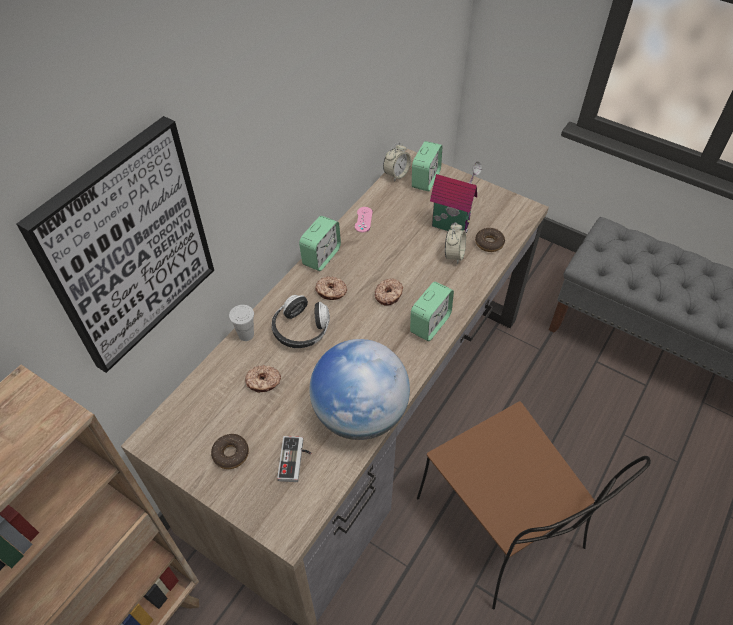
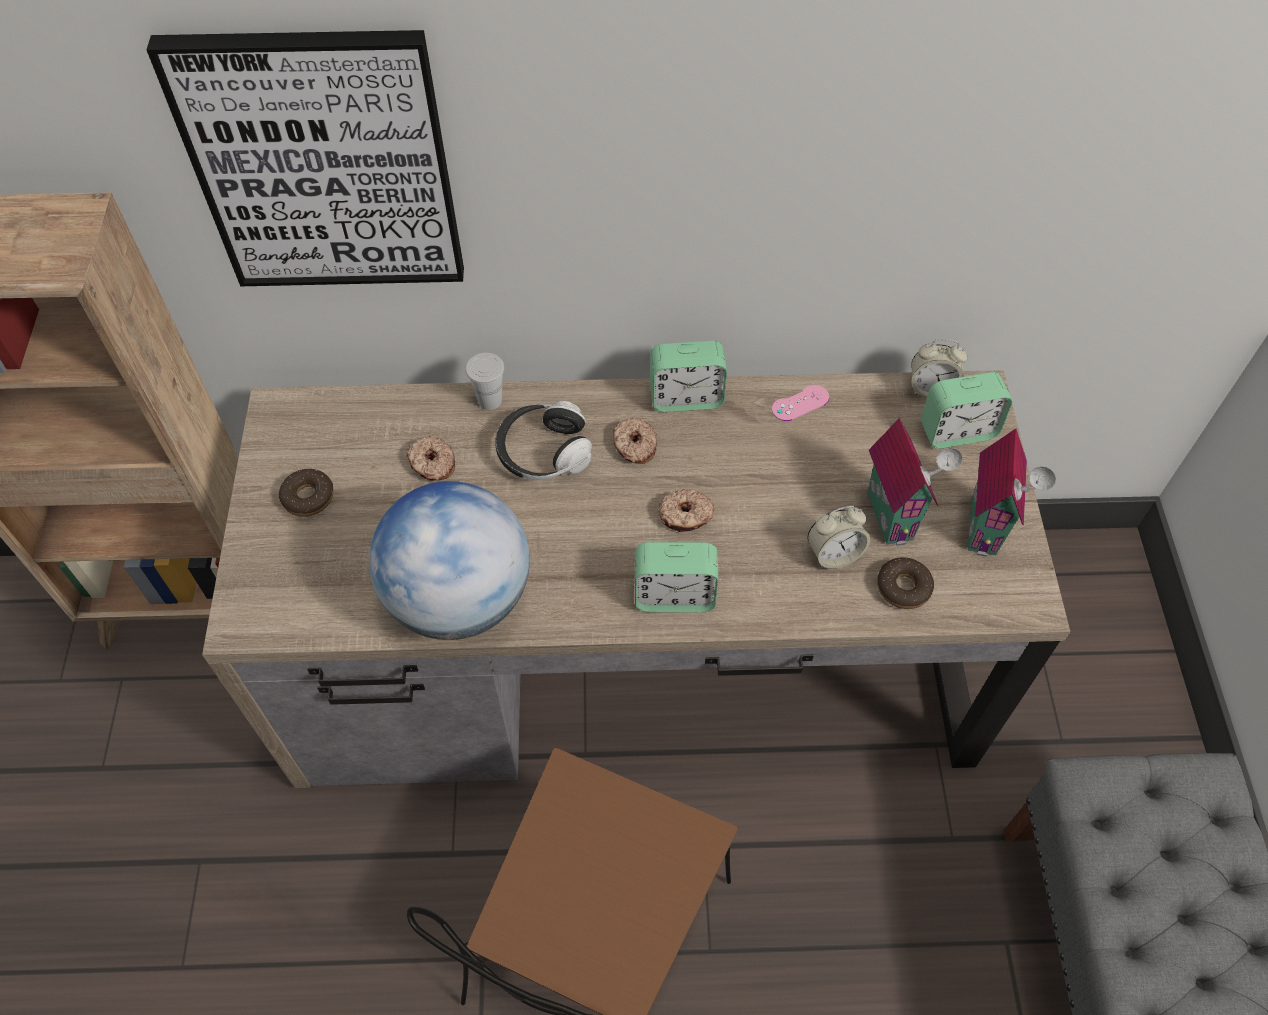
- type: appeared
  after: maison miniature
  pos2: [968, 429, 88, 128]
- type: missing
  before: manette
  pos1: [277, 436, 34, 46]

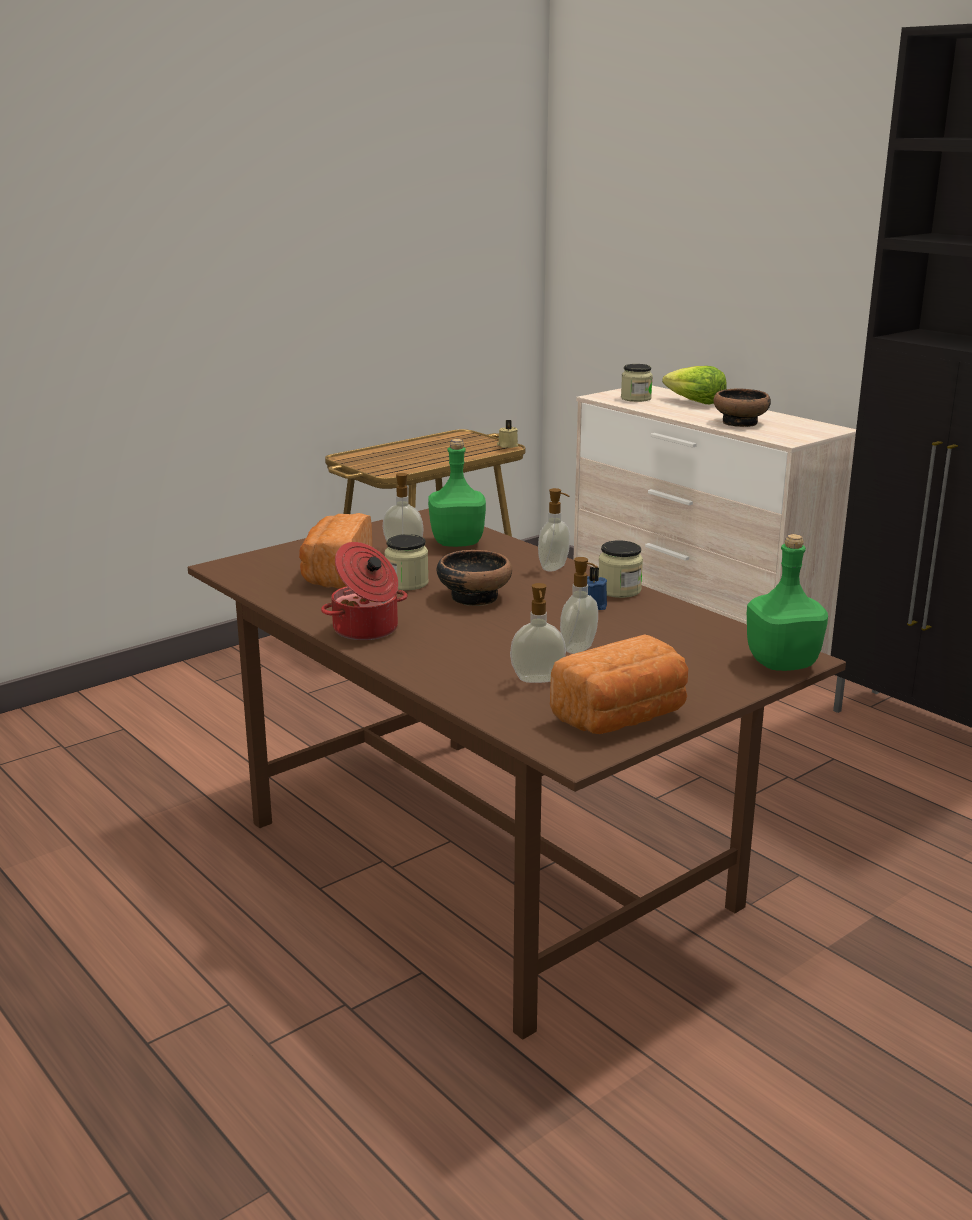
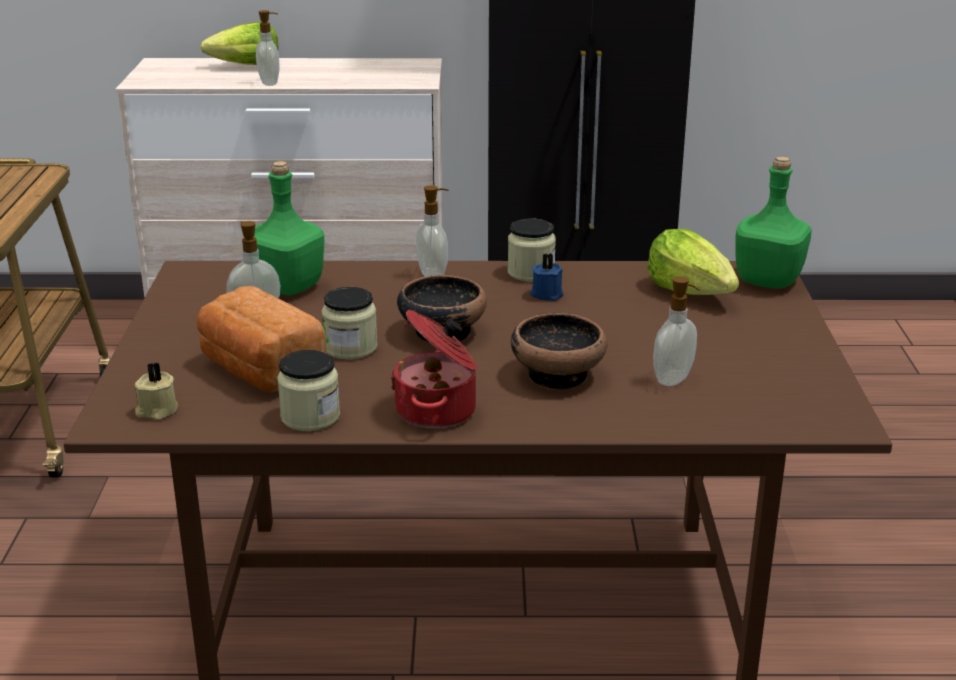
- type: relocated
  before: bougie [beige]
  pos1: [497, 420, 21, 28]
  pos2: [135, 362, 43, 58]
- type: relocated
  before: distributeur de savon
  pos1: [560, 557, 38, 97]
  pos2: [256, 10, 23, 76]
- type: relocated
  before: bocal
  pos1: [621, 364, 32, 38]
  pos2: [277, 350, 63, 81]
- type: relocated
  before: bol
  pos1: [713, 389, 58, 38]
  pos2: [511, 313, 96, 77]
- type: appeared
  after: laitue
  pos2: [647, 228, 92, 67]
- type: missing
  before: pain
  pos1: [550, 634, 138, 100]

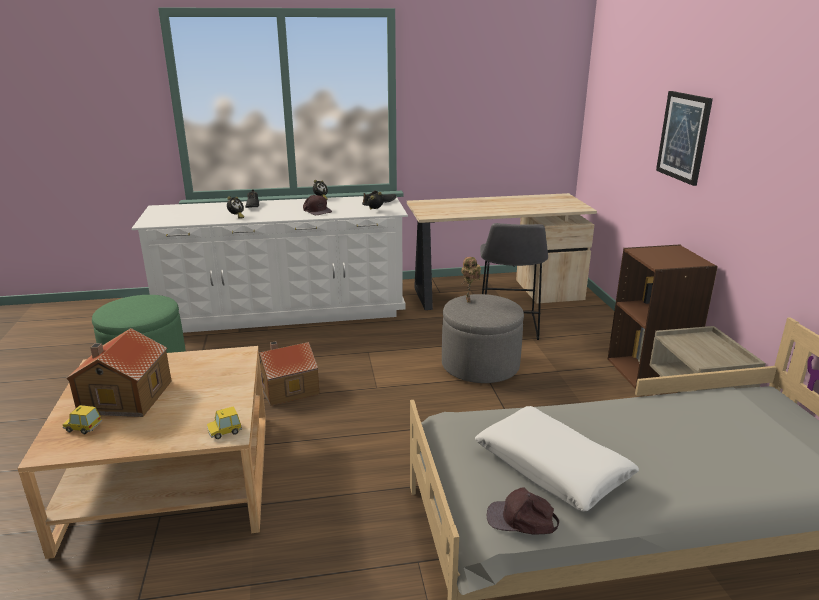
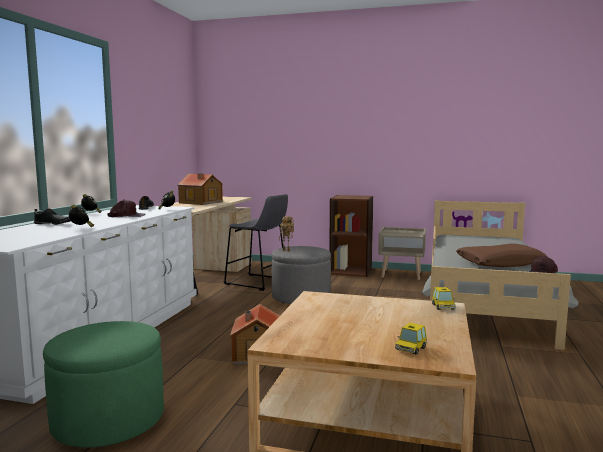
- type: relocated
  before: maison miniature
  pos1: [66, 328, 106, 89]
  pos2: [178, 173, 45, 32]
- type: colour
  before: coussin [blanc]
  after: coussin [marron]
  pos1: [475, 406, 164, 106]
  pos2: [456, 243, 91, 24]
- type: missing
  before: tableau
  pos1: [656, 91, 57, 95]

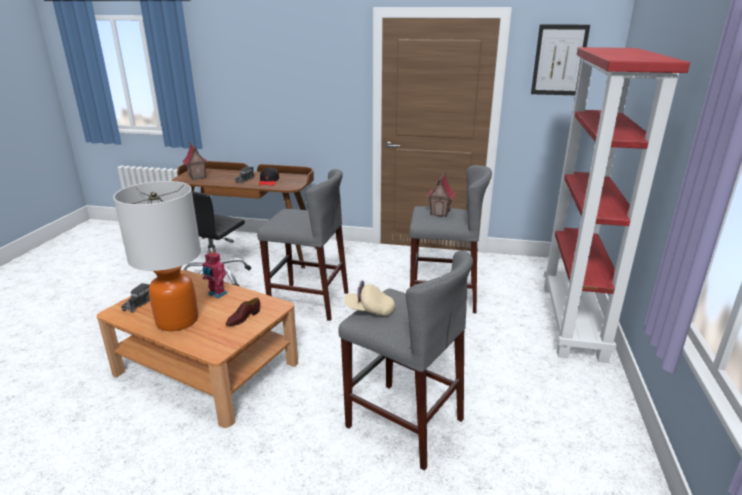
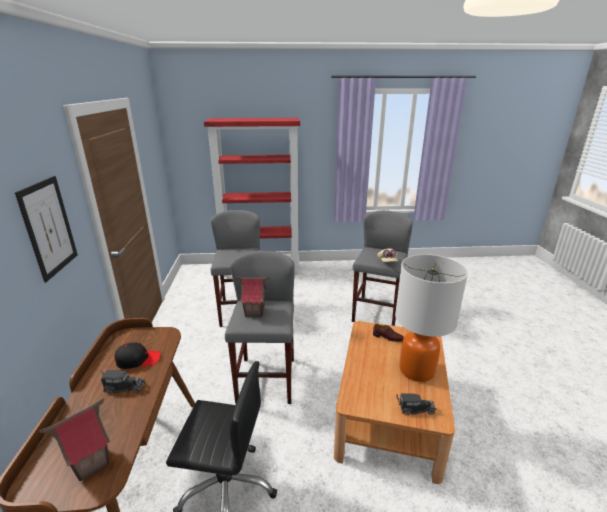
- type: relocated
  before: tableau
  pos1: [531, 24, 59, 71]
  pos2: [15, 176, 63, 106]
- type: relocated
  before: maison miniature
  pos1: [426, 171, 30, 46]
  pos2: [236, 276, 33, 41]
- type: missing
  before: robot jouet
  pos1: [202, 252, 25, 46]

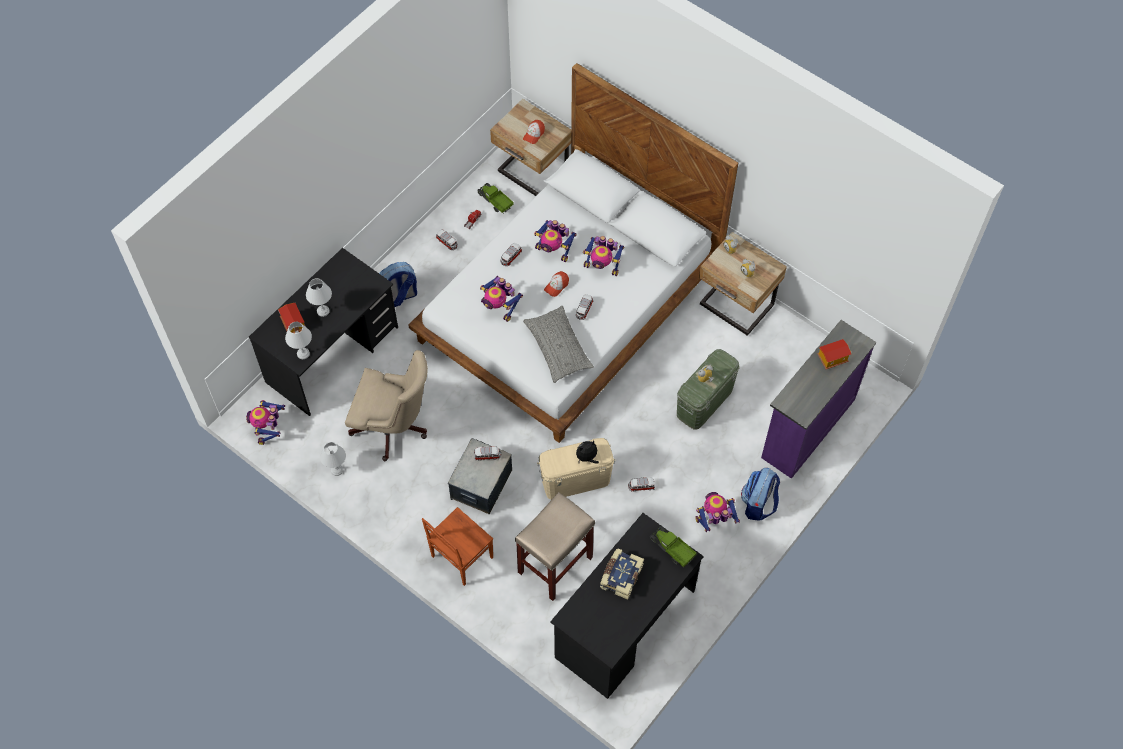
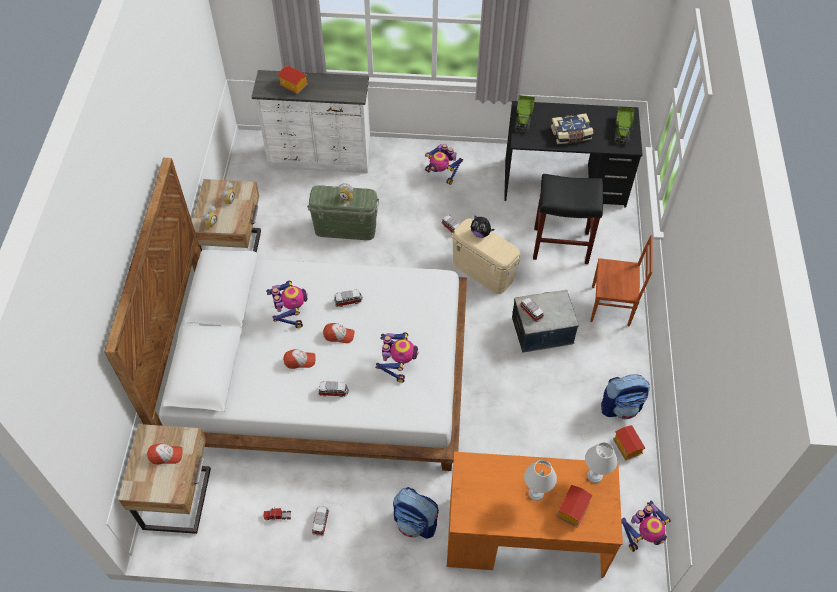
- type: colour
  before: commode [violet]
  after: commode [blanc]
  pos1: [761, 320, 116, 159]
  pos2: [252, 70, 119, 103]
- type: exchanged
  before: robot jouet
  after: casquette
  pos1: [534, 220, 43, 42]
  pos2: [283, 349, 33, 20]
- type: colour
  before: bureau [noir]
  after: bureau [orange]
  pos1: [249, 248, 149, 168]
  pos2: [447, 452, 176, 126]
- type: colour
  before: tabouret [beige]
  after: tabouret [noir]
  pos1: [515, 492, 80, 109]
  pos2: [533, 174, 70, 90]
- type: relocated
  before: sac à dos
  pos1: [741, 467, 39, 54]
  pos2: [601, 374, 49, 45]
- type: exchanged
  before: lampe de table [blanc]
  after: maison miniature
  pos1: [320, 442, 26, 34]
  pos2: [613, 425, 32, 36]
- type: relocated
  before: camion jouet
  pos1: [478, 183, 36, 30]
  pos2: [614, 107, 21, 38]
- type: missing
  before: chaise de bureau [beige]
  pos1: [345, 350, 83, 111]
- type: missing
  before: coussin [gris]
  pos1: [523, 306, 71, 77]

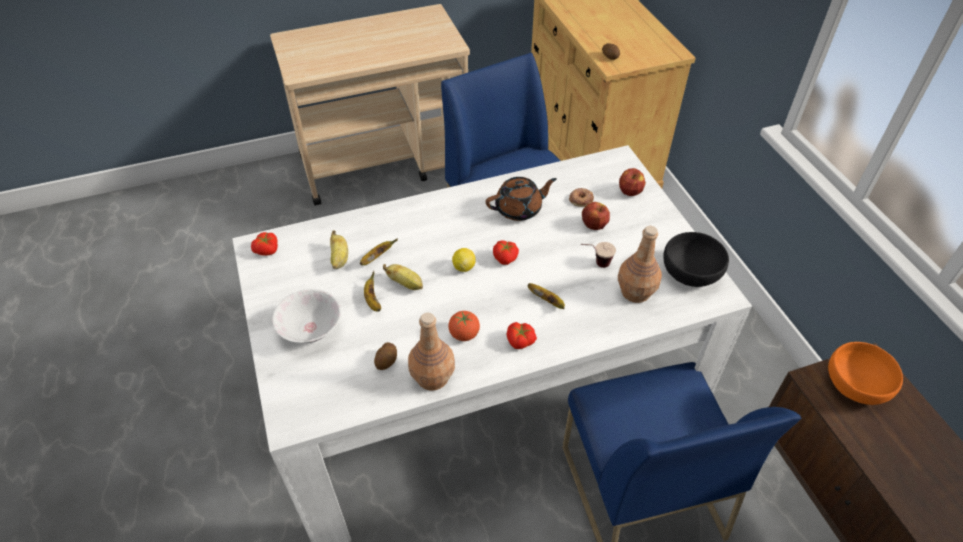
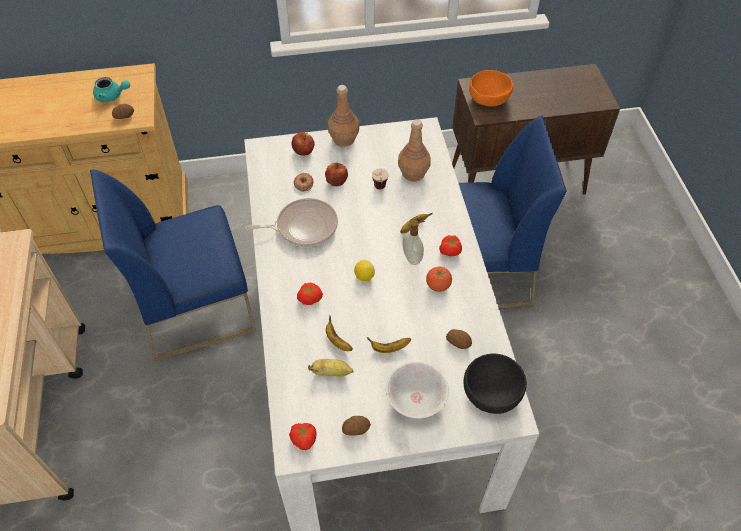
- type: appeared
  after: théière [turquoise]
  pos2: [93, 77, 37, 25]
- type: exchanged
  before: théière [marron]
  after: poêle
  pos1: [486, 177, 71, 44]
  pos2: [245, 198, 93, 49]
- type: relocated
  before: tomate
  pos1: [493, 240, 26, 25]
  pos2: [297, 283, 26, 22]
- type: relocated
  before: bouteille [marron]
  pos1: [408, 312, 47, 79]
  pos2: [328, 85, 31, 62]
- type: appeared
  after: pomme de terre
  pos2: [342, 416, 29, 20]
- type: appeared
  after: distributeur de savon
  pos2: [402, 220, 23, 45]
- type: relocated
  before: bol [noir]
  pos1: [663, 232, 66, 55]
  pos2: [464, 354, 63, 60]
- type: missing
  before: banane
  pos1: [383, 264, 40, 26]

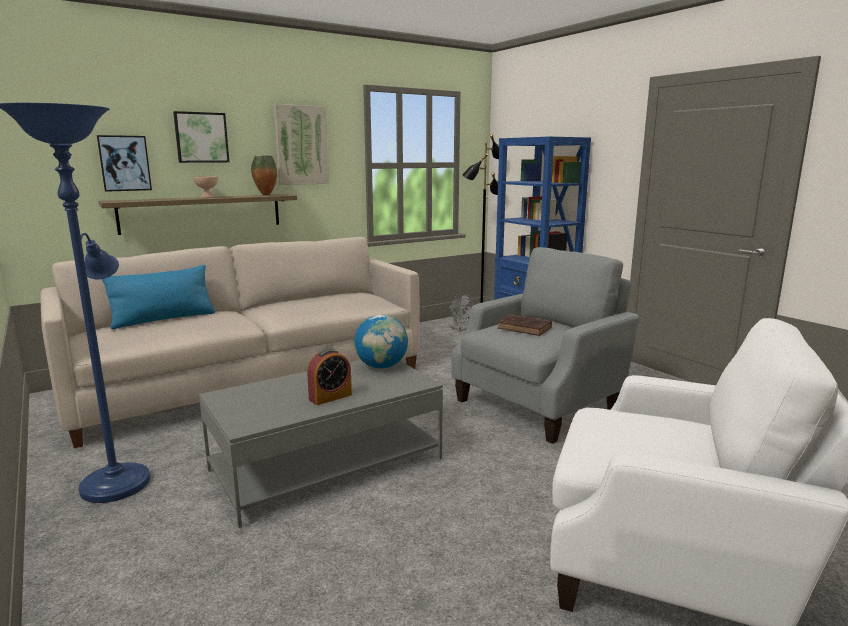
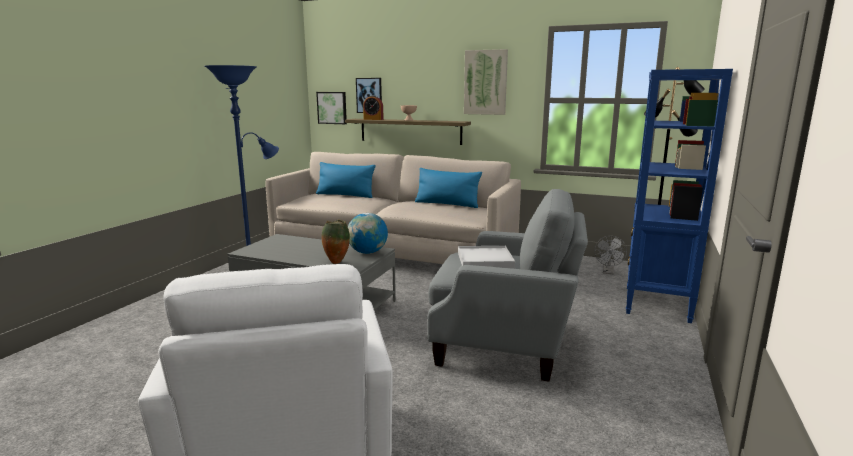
- type: relocated
  before: tableau
  pos1: [173, 111, 56, 52]
  pos2: [316, 92, 31, 32]
- type: relocated
  before: vase
  pos1: [251, 155, 26, 40]
  pos2: [321, 220, 29, 44]
- type: relocated
  before: réveil
  pos1: [307, 348, 45, 57]
  pos2: [363, 95, 21, 25]
- type: appeared
  after: coussin [bleu]
  pos2: [415, 168, 67, 40]
- type: exchanged
  before: livre [marron]
  after: plateau [blanc]
  pos1: [497, 314, 55, 22]
  pos2: [458, 246, 57, 23]

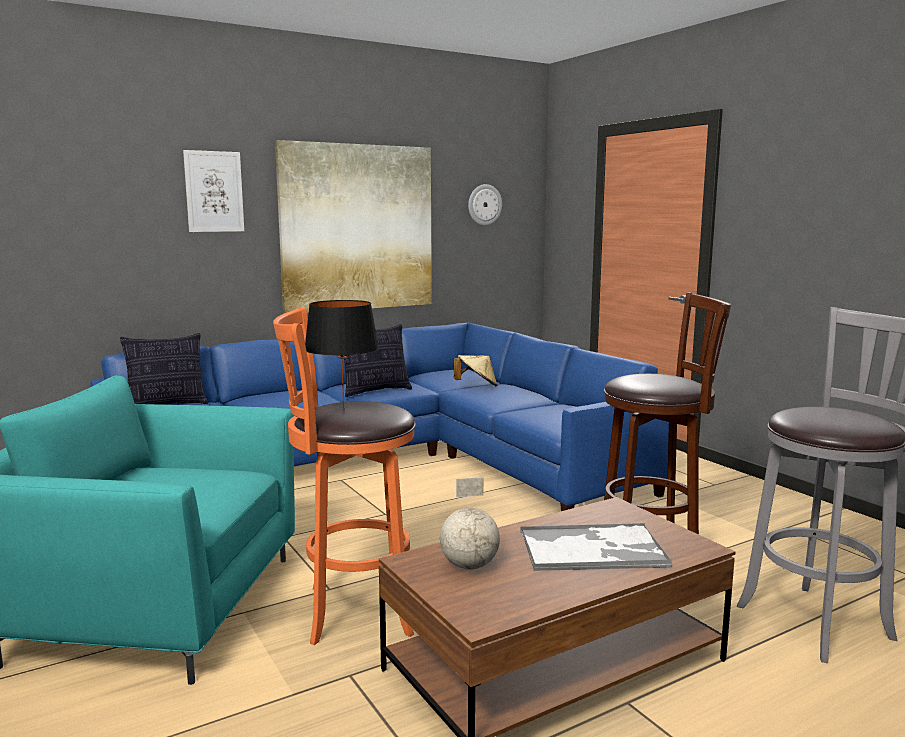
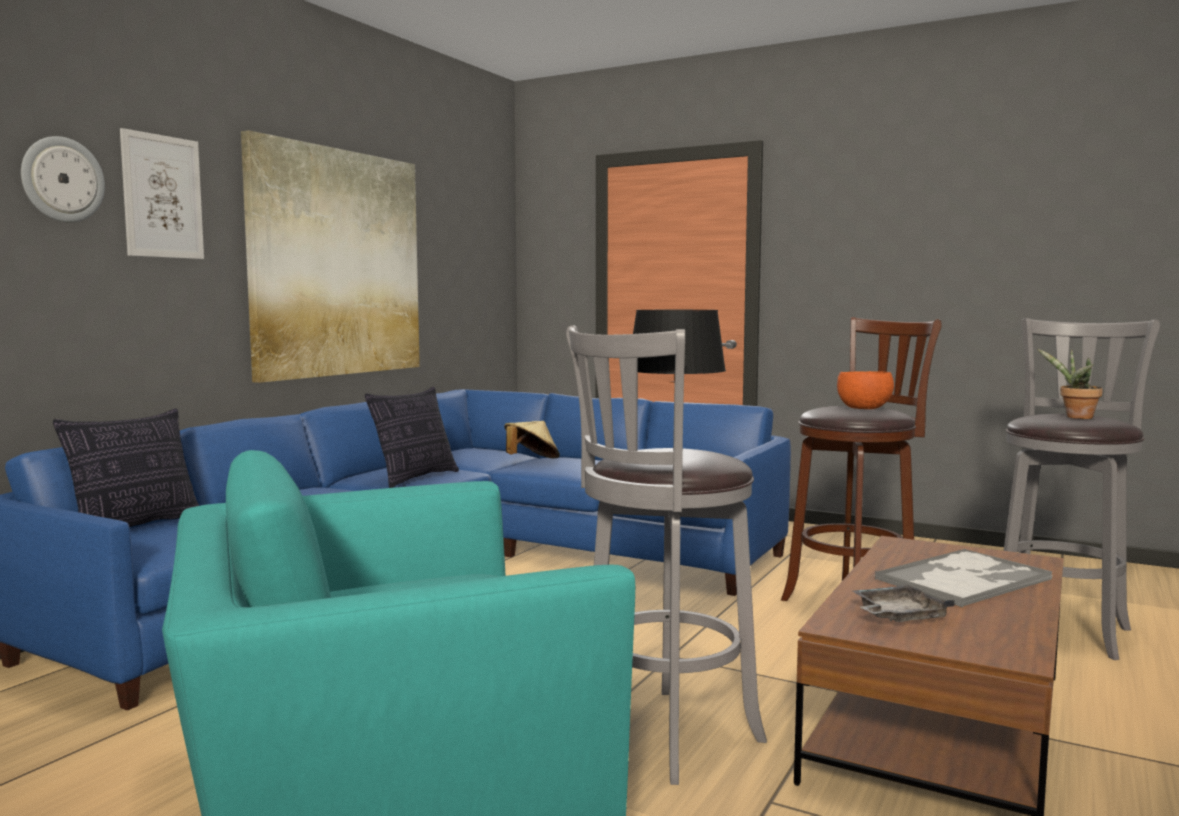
- type: relocated
  before: horloge murale
  pos1: [468, 184, 34, 42]
  pos2: [21, 136, 84, 86]
- type: colour
  before: tabouret [orange]
  after: tabouret [gris]
  pos1: [273, 307, 143, 338]
  pos2: [566, 325, 201, 460]
- type: appeared
  after: bol [orange]
  pos2: [837, 371, 57, 38]
- type: exchanged
  before: globe
  after: plateau [gris]
  pos1: [440, 477, 60, 92]
  pos2: [853, 585, 102, 37]
- type: appeared
  after: plante en pot
  pos2: [1037, 348, 66, 71]

